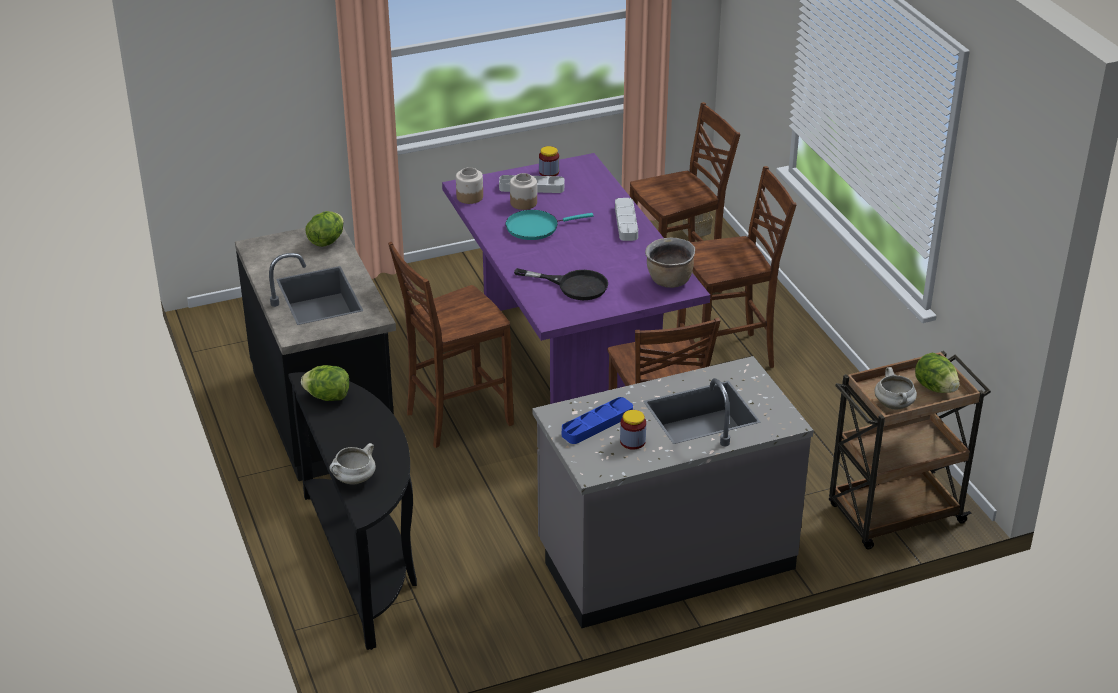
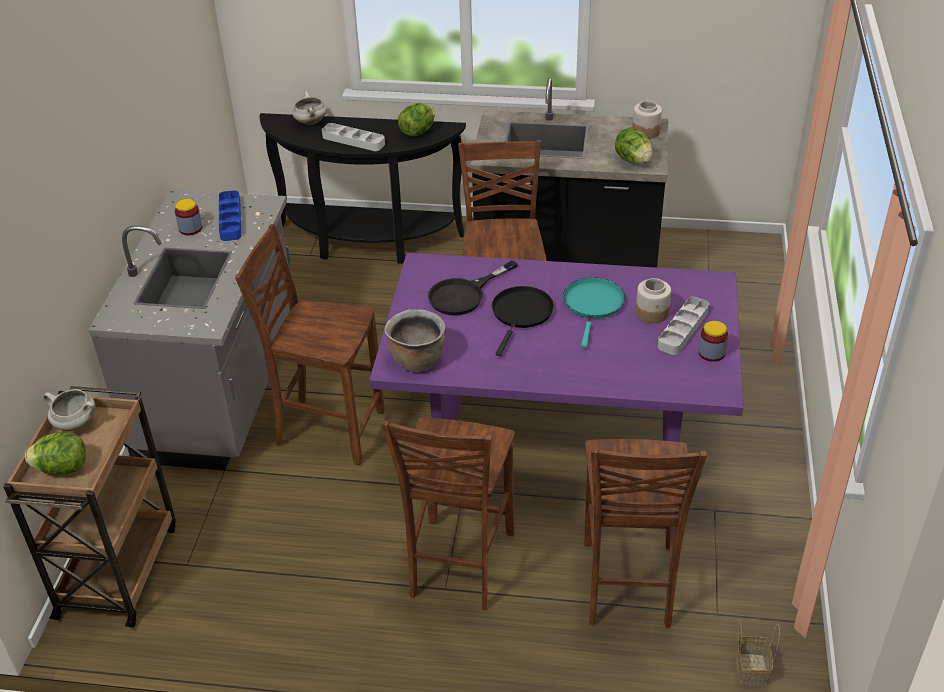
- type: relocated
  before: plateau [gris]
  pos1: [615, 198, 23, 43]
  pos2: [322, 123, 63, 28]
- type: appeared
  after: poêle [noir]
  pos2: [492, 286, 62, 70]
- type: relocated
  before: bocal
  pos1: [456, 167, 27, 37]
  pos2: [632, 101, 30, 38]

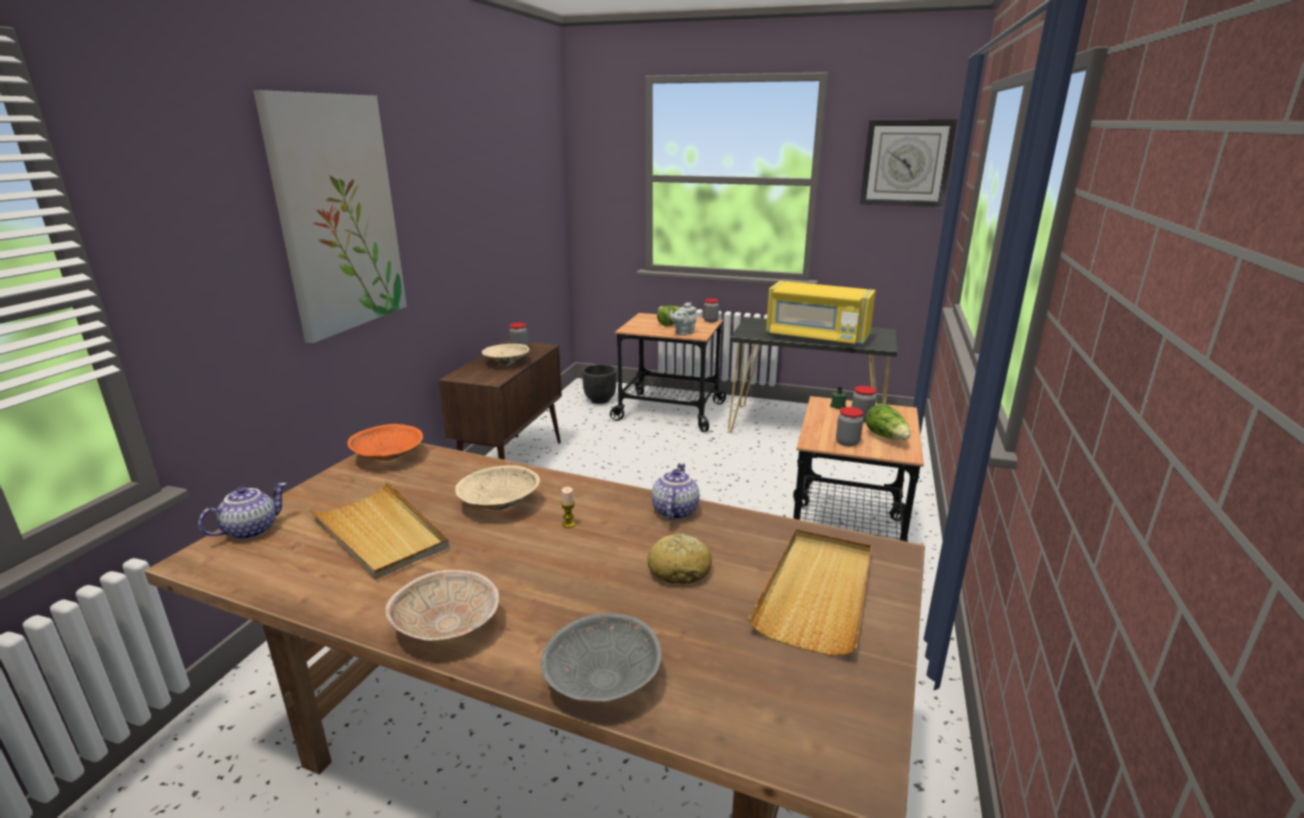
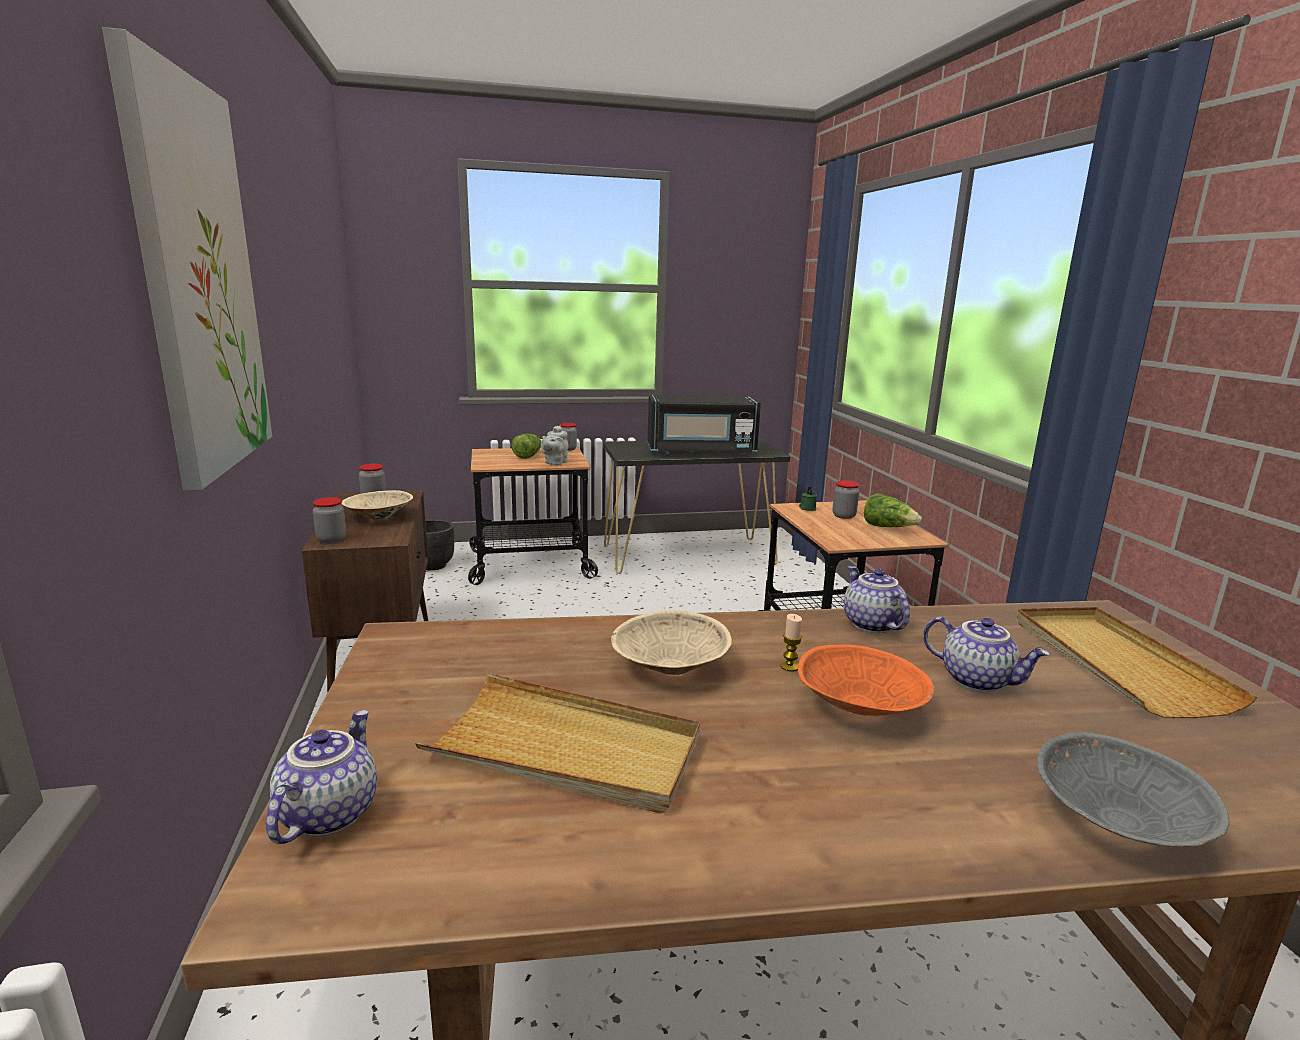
- type: relocated
  before: bocal
  pos1: [836, 407, 27, 39]
  pos2: [313, 497, 33, 46]
- type: colour
  before: micro-ondes [jaune]
  after: micro-ondes [noir]
  pos1: [766, 281, 110, 64]
  pos2: [648, 395, 113, 60]
- type: relocated
  before: bol [orange]
  pos1: [347, 424, 76, 37]
  pos2: [798, 644, 136, 72]
- type: exchanged
  before: pain
  after: théière
  pos1: [647, 534, 65, 51]
  pos2: [923, 617, 127, 75]
- type: missing
  before: bol [beige]
  pos1: [385, 570, 114, 71]
- type: missing
  before: horloge murale
  pos1: [860, 120, 97, 87]

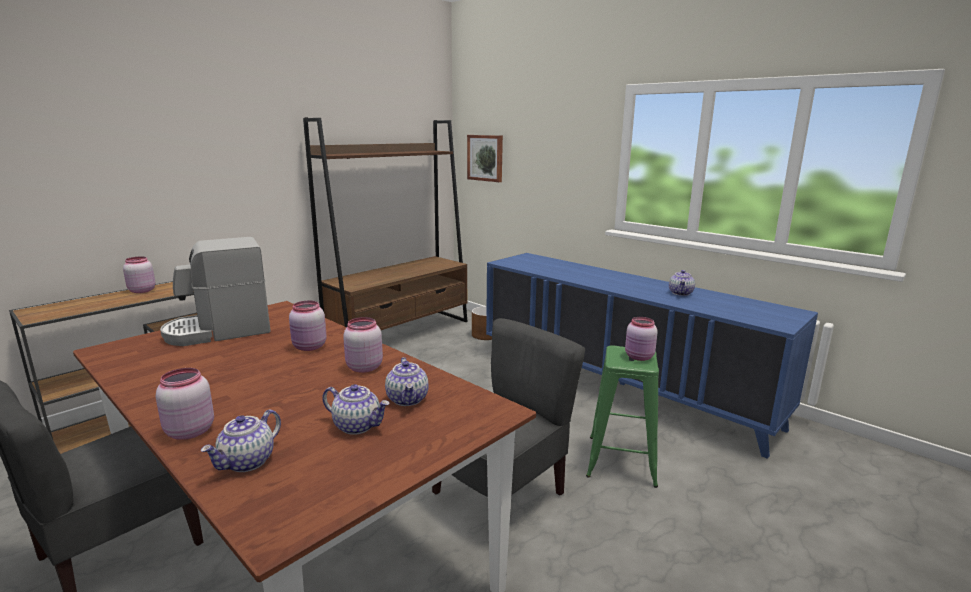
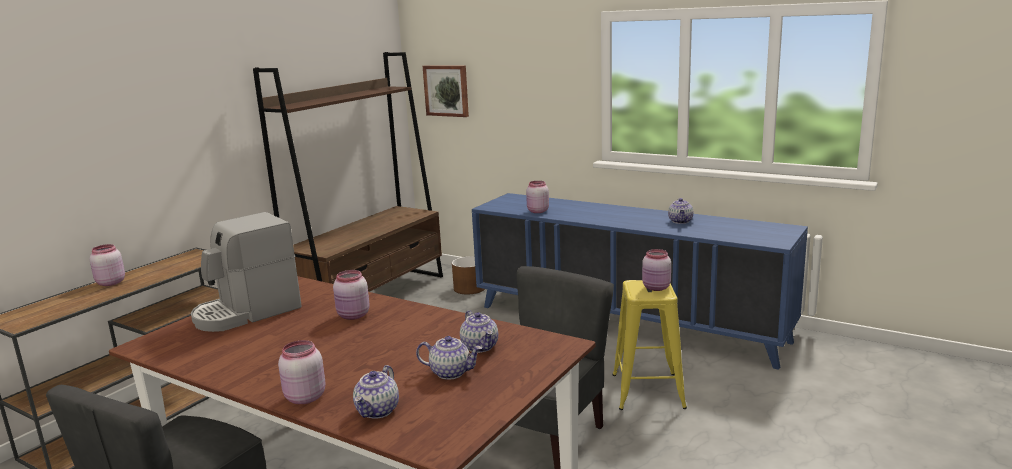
- type: relocated
  before: bocal [rose]
  pos1: [343, 317, 40, 56]
  pos2: [526, 181, 23, 32]
- type: colour
  before: tabouret [vert]
  after: tabouret [jaune]
  pos1: [586, 345, 73, 143]
  pos2: [612, 280, 75, 130]

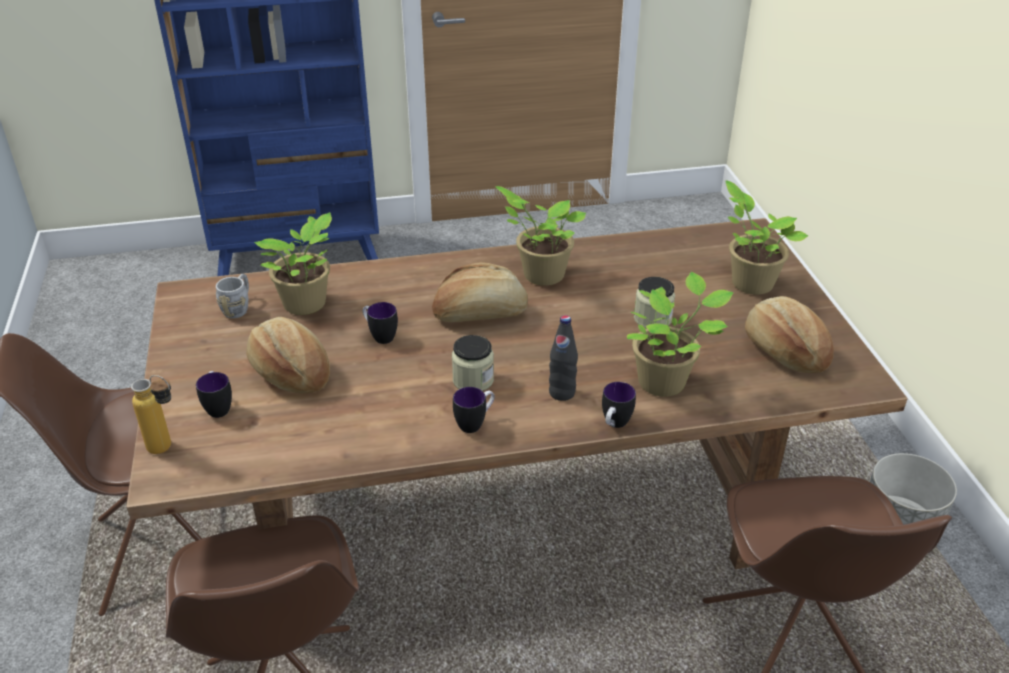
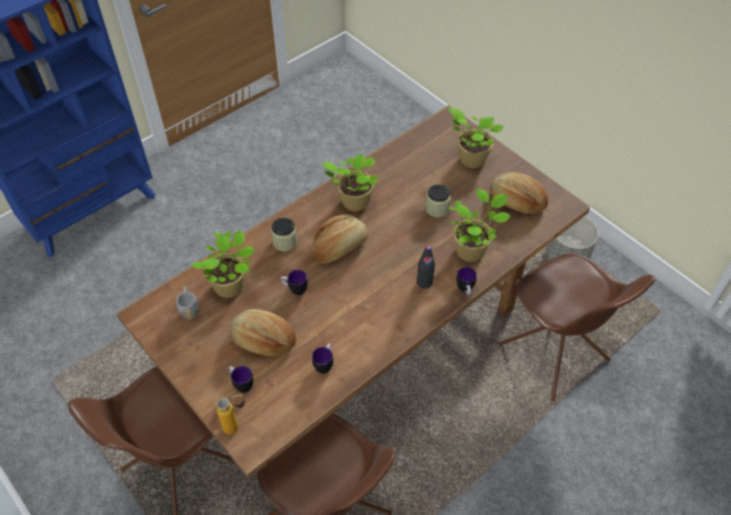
- type: relocated
  before: bocal
  pos1: [452, 335, 42, 56]
  pos2: [271, 217, 26, 34]
- type: relocated
  before: mug
  pos1: [453, 387, 42, 46]
  pos2: [312, 344, 21, 30]

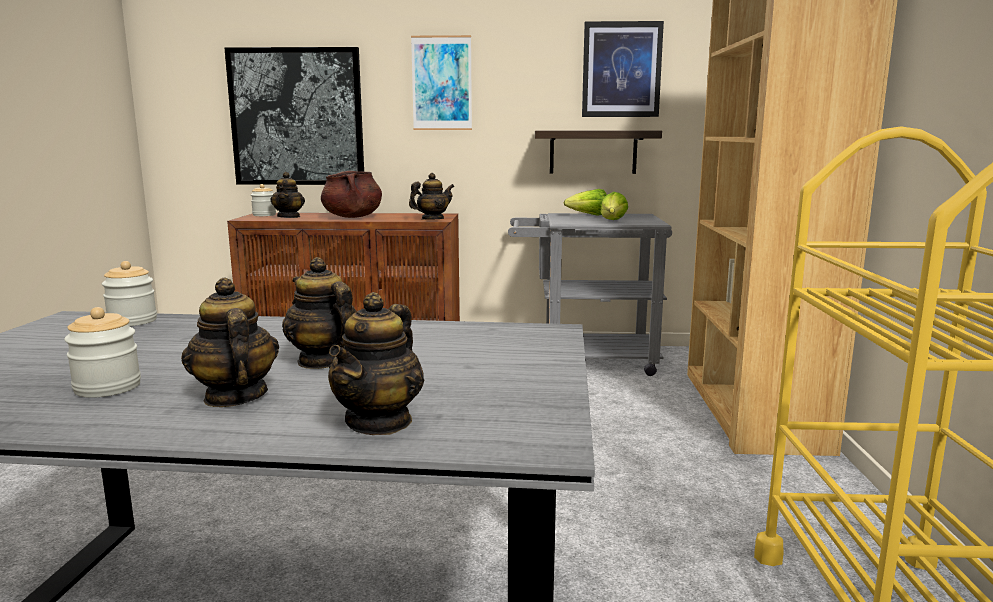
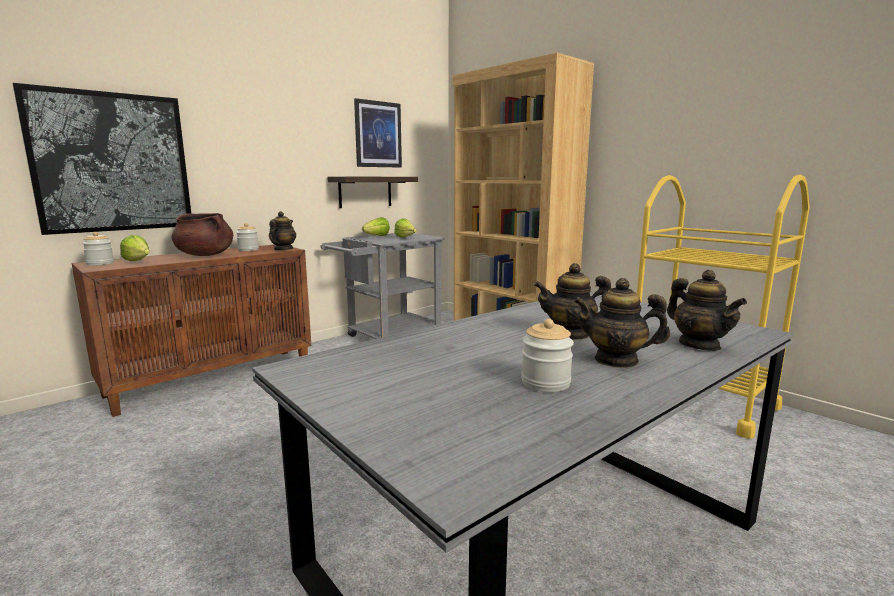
- type: exchanged
  before: théière
  after: laitue
  pos1: [270, 172, 35, 46]
  pos2: [120, 235, 30, 26]
- type: relocated
  before: bocal
  pos1: [102, 261, 55, 65]
  pos2: [236, 223, 23, 28]
- type: missing
  before: tableau
  pos1: [411, 35, 61, 95]

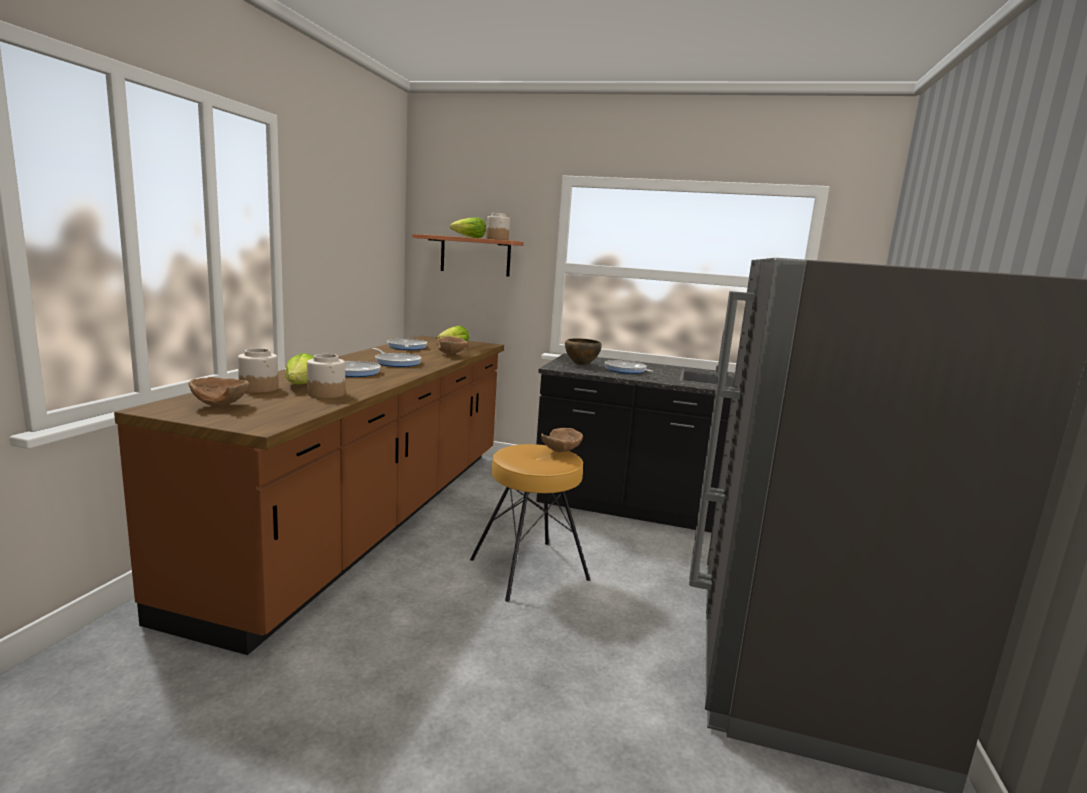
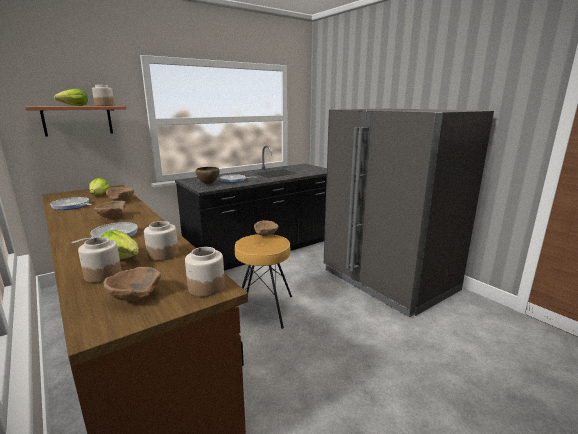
- type: exchanged
  before: poêle
  after: bol [marron]
  pos1: [372, 348, 50, 19]
  pos2: [94, 201, 32, 17]
- type: appeared
  after: bocal
  pos2: [185, 247, 40, 50]

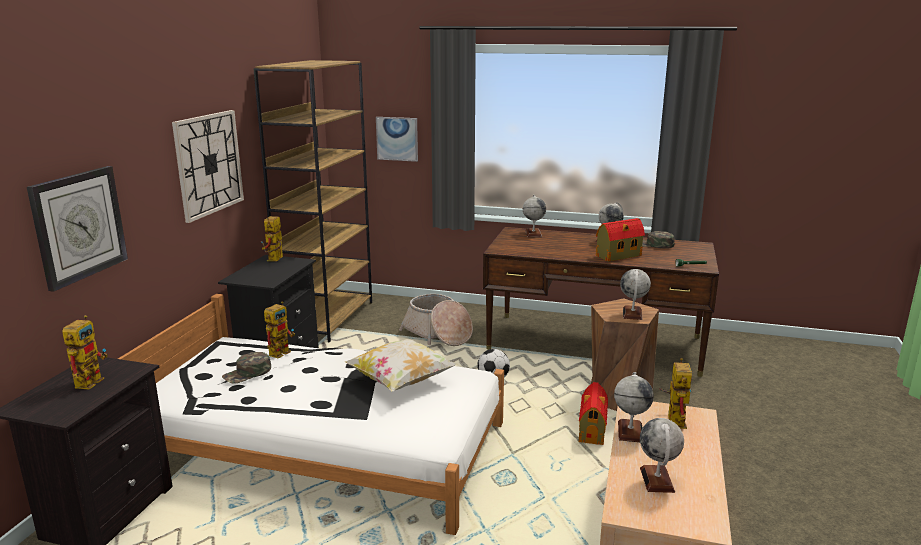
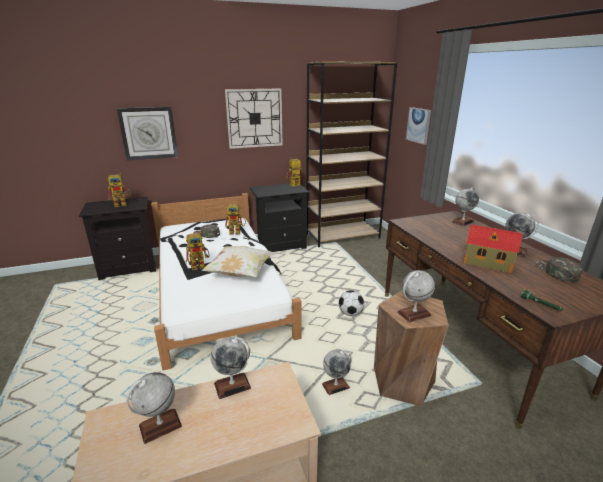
- type: relocated
  before: robot jouet
  pos1: [659, 358, 33, 71]
  pos2: [186, 232, 24, 38]
- type: exchanged
  before: maison miniature
  after: globe
  pos1: [579, 382, 29, 63]
  pos2: [322, 350, 30, 45]
- type: missing
  before: panier
  pos1: [399, 294, 74, 52]

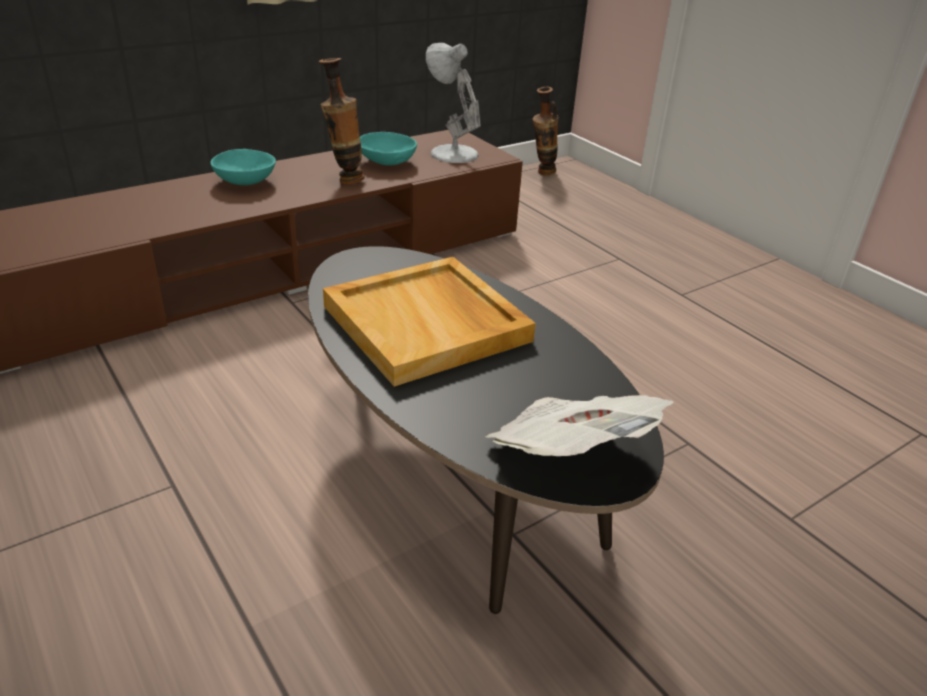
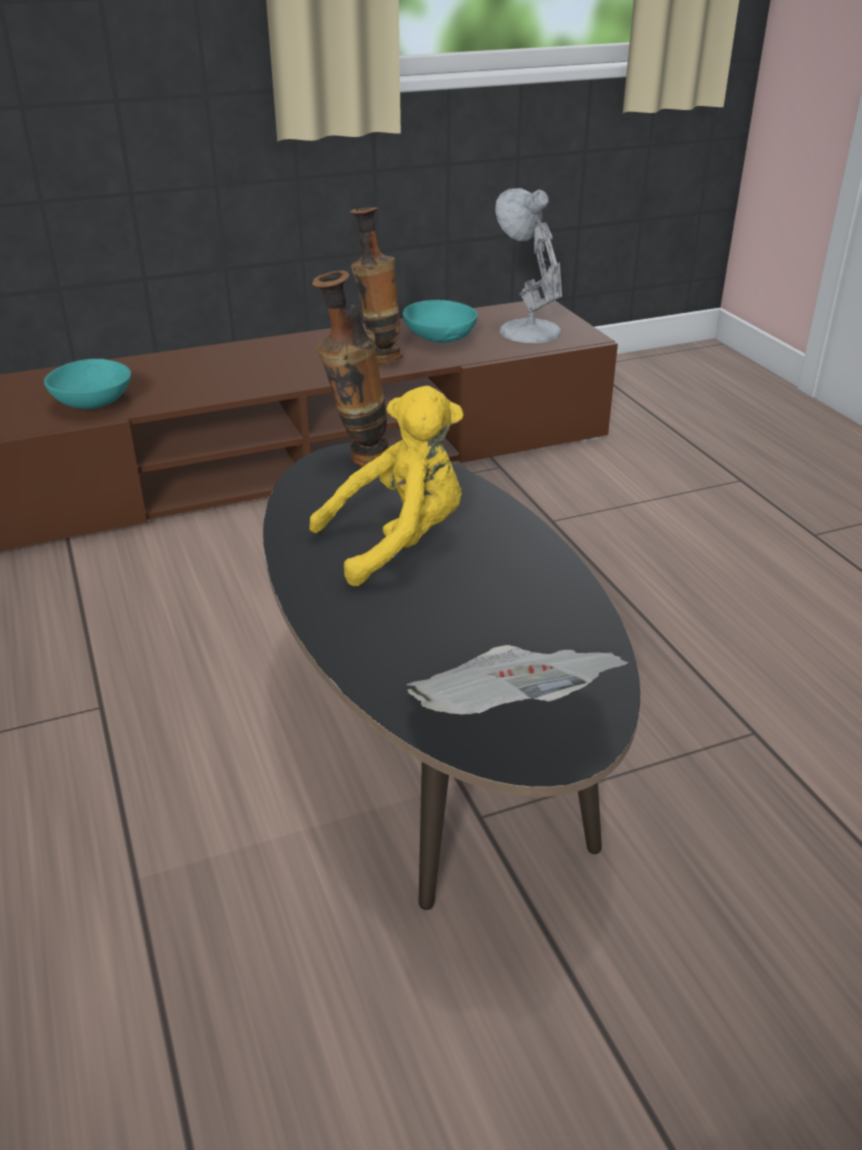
- type: relocated
  before: bol [turquoise]
  pos1: [210, 149, 66, 36]
  pos2: [44, 359, 87, 50]
- type: exchanged
  before: plateau [beige]
  after: peluche [jaune]
  pos1: [323, 257, 213, 130]
  pos2: [309, 386, 154, 200]
- type: relocated
  before: vase
  pos1: [533, 86, 26, 89]
  pos2: [312, 270, 78, 196]

